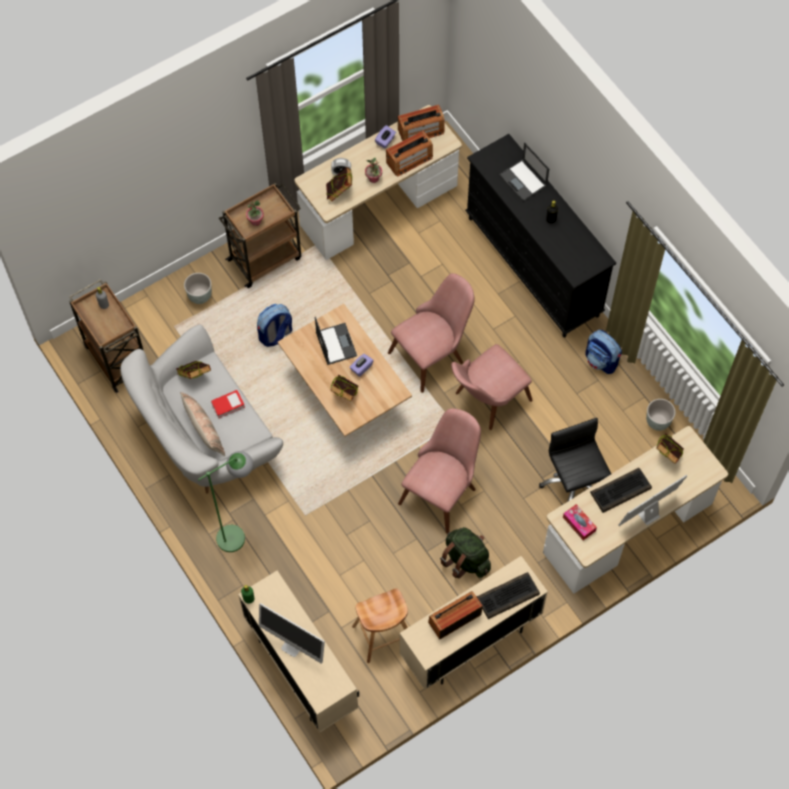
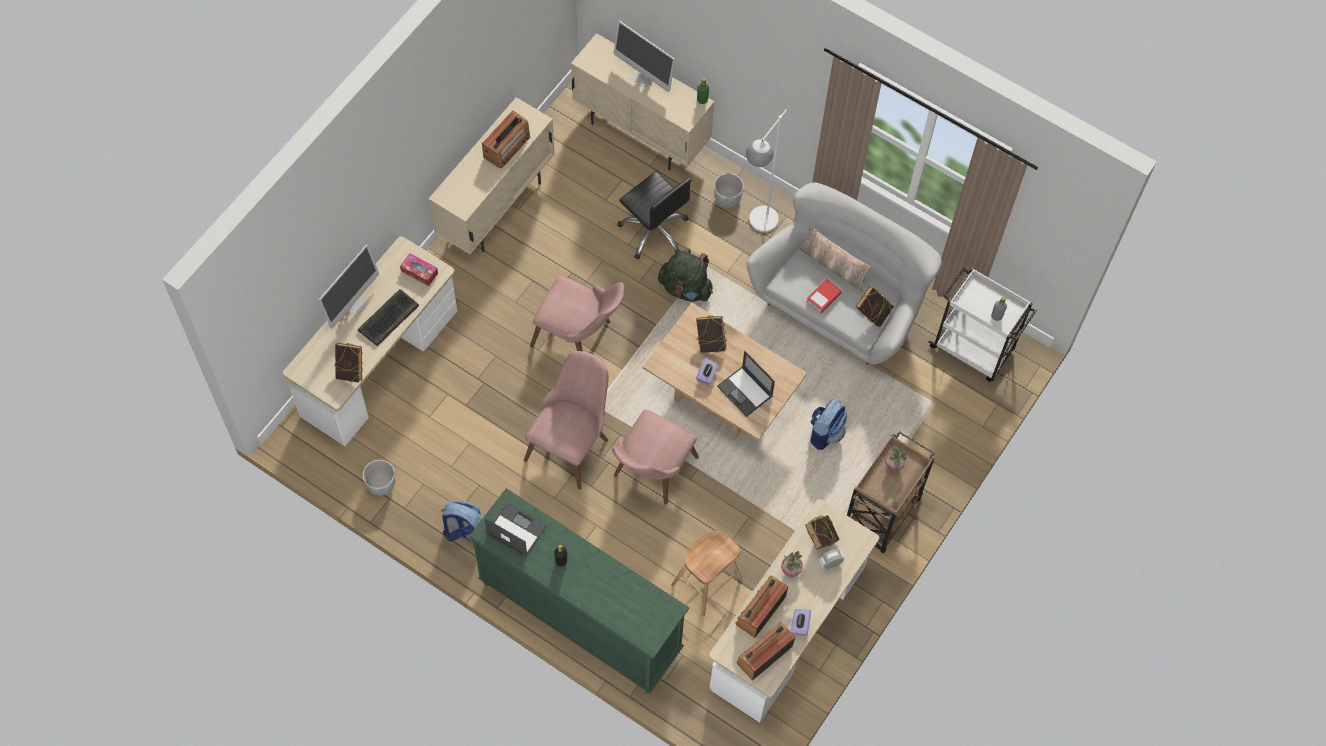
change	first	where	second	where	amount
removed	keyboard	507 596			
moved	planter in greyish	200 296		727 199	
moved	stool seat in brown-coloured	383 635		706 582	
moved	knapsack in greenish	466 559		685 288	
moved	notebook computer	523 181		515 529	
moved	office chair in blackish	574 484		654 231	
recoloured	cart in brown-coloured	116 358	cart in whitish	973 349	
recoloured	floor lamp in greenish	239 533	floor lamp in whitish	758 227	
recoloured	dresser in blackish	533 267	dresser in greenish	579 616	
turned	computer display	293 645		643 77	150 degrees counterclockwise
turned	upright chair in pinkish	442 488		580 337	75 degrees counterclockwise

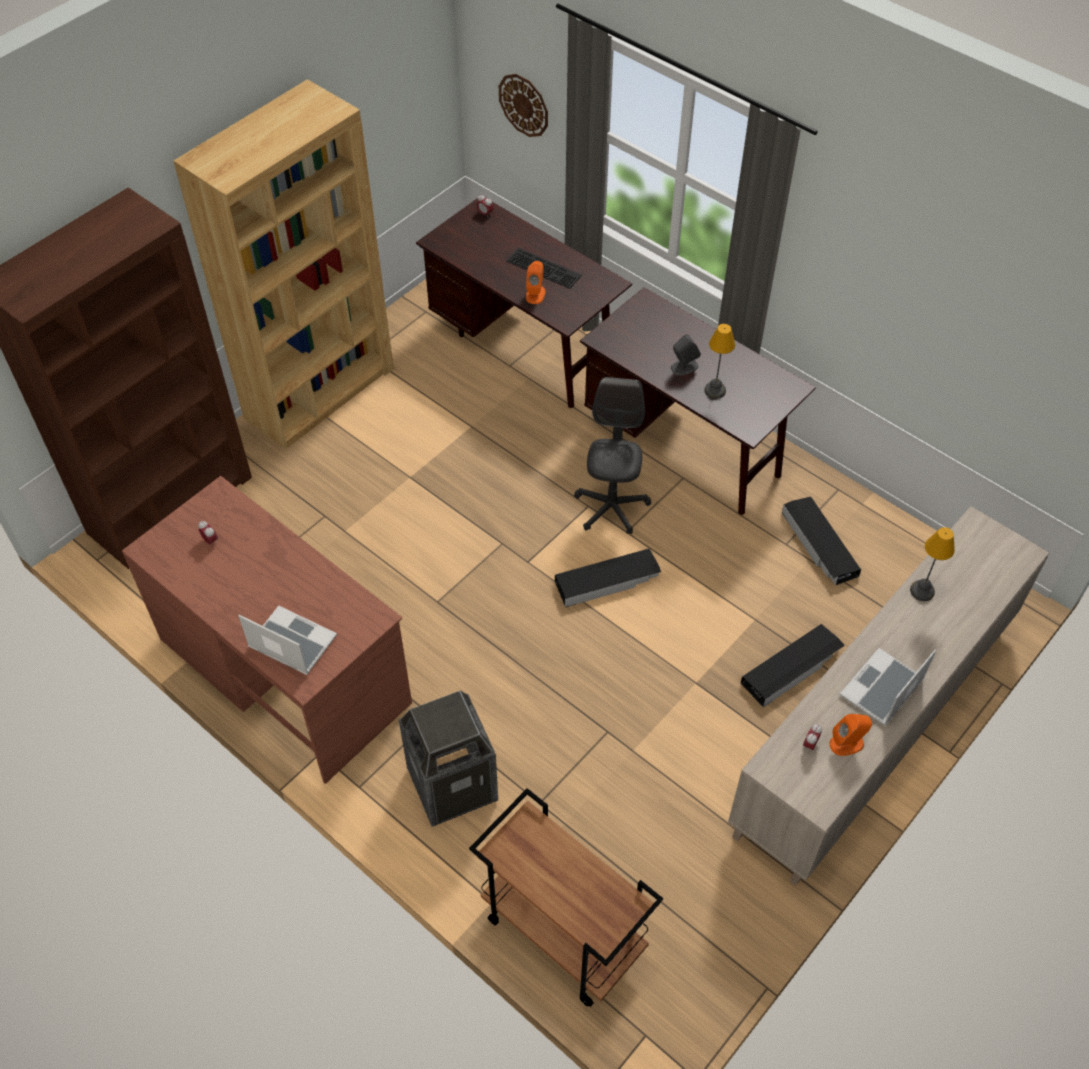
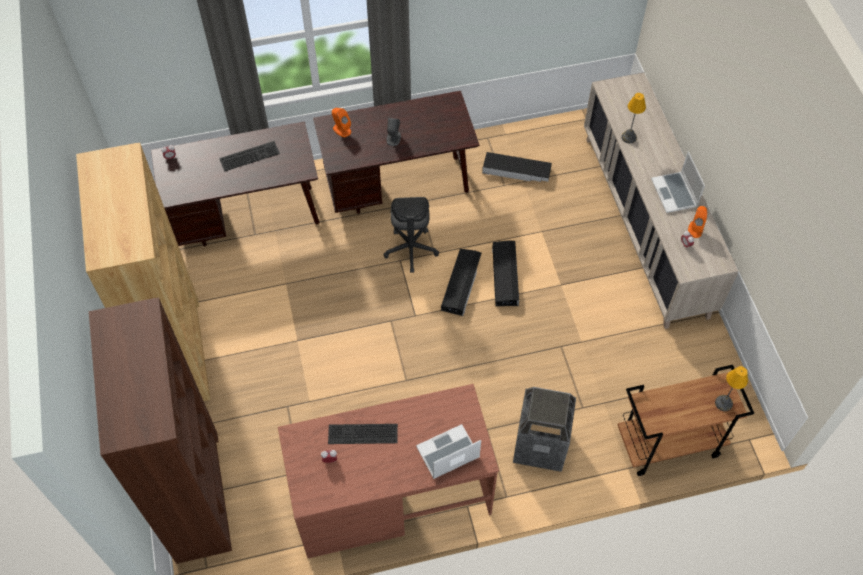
change	first	where	second	where	amount
removed	wall clock	524 105			
added			keyboard	362 435	
moved	audio speaker in orange-coloured	535 294		341 129	
moved	tabletop lamp	715 390		723 402	
moved	storage container in blackish	792 668		505 275	
turned	office chair in greyish	611 507		411 250	135 degrees counterclockwise

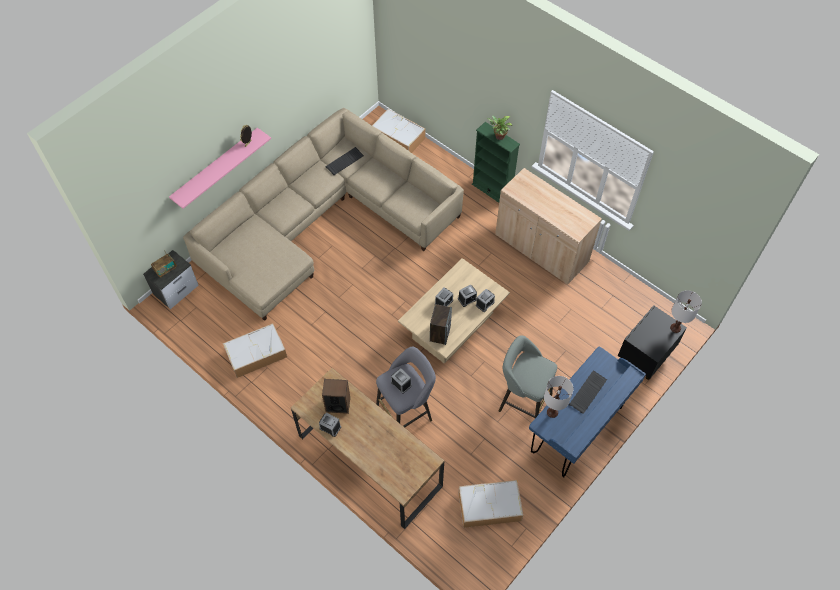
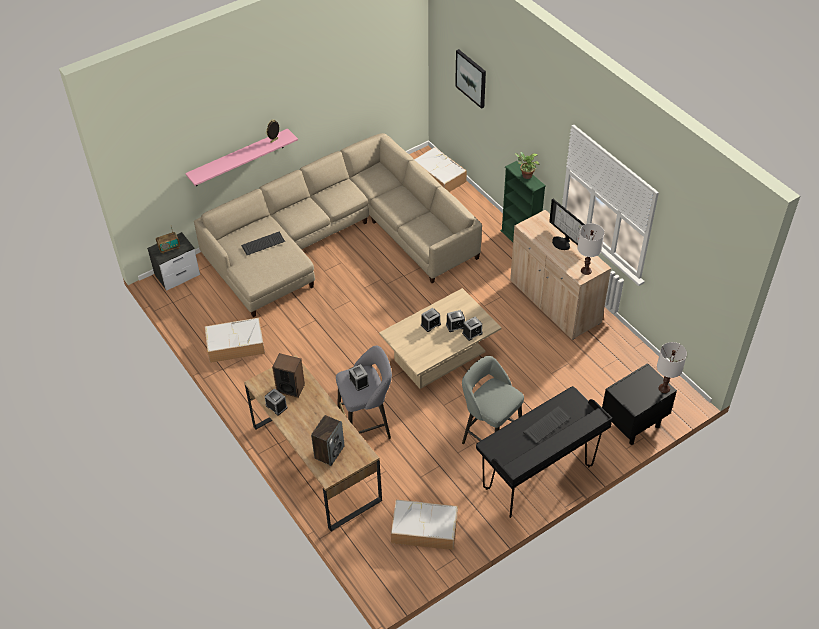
change	first	where	second	where	amount
added			wall picture	471 78	
added			computer display	563 242	
moved	keyboard	344 162		263 244	
moved	audio speaker	440 333		329 452	
moved	tabletop lamp in whitish	552 412		586 271	
recoloured	desk unit in blue-coloured	576 431	desk unit in blackish	538 478	

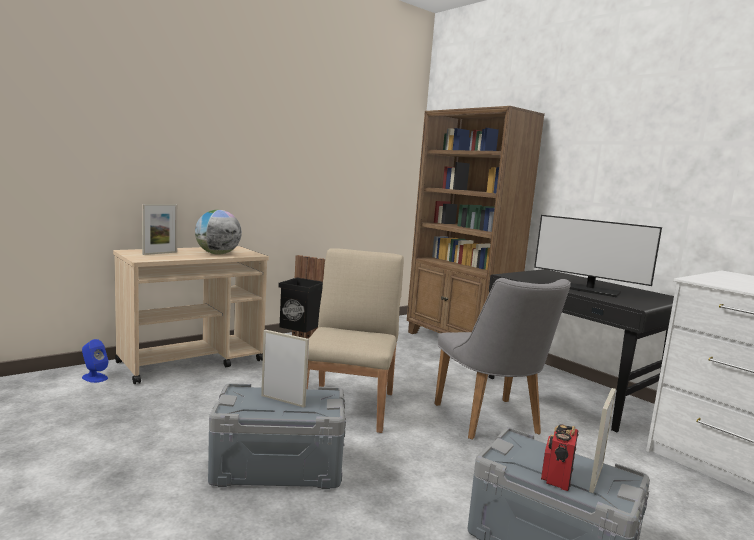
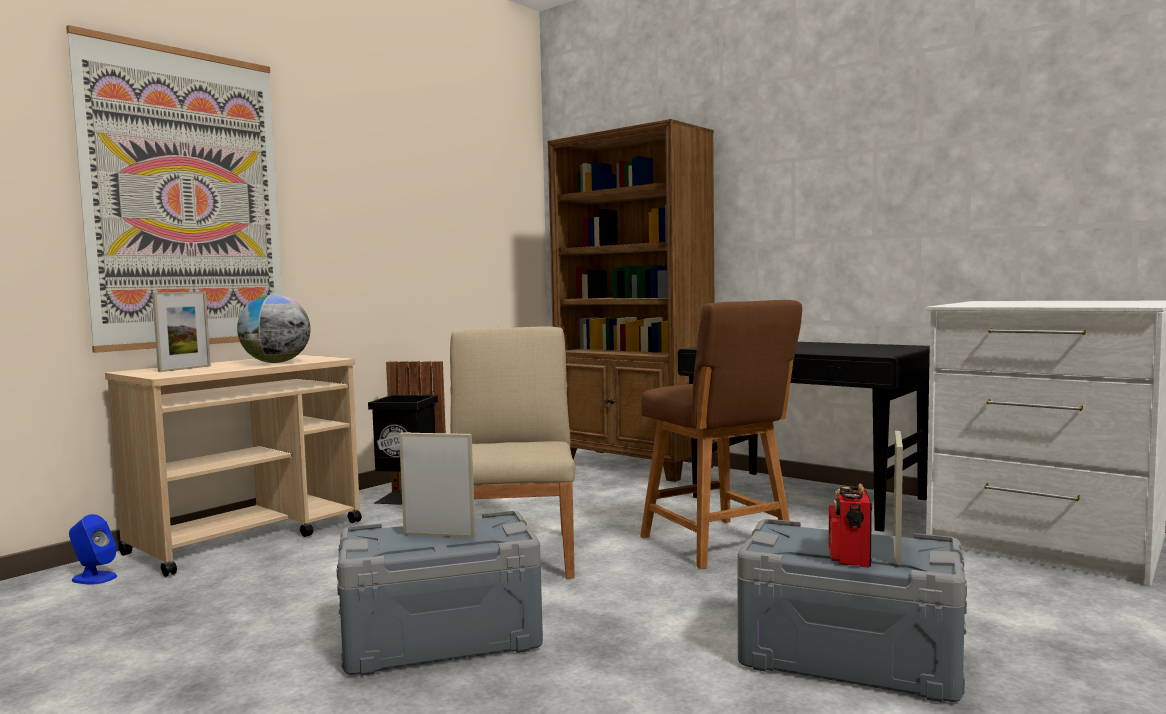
change	first	where	second	where	amount
removed	computer display	588 290			
added			wall picture	186 199	
replaced	upright chair in greyish	492 422	stool seat in brown-coloured	719 545	

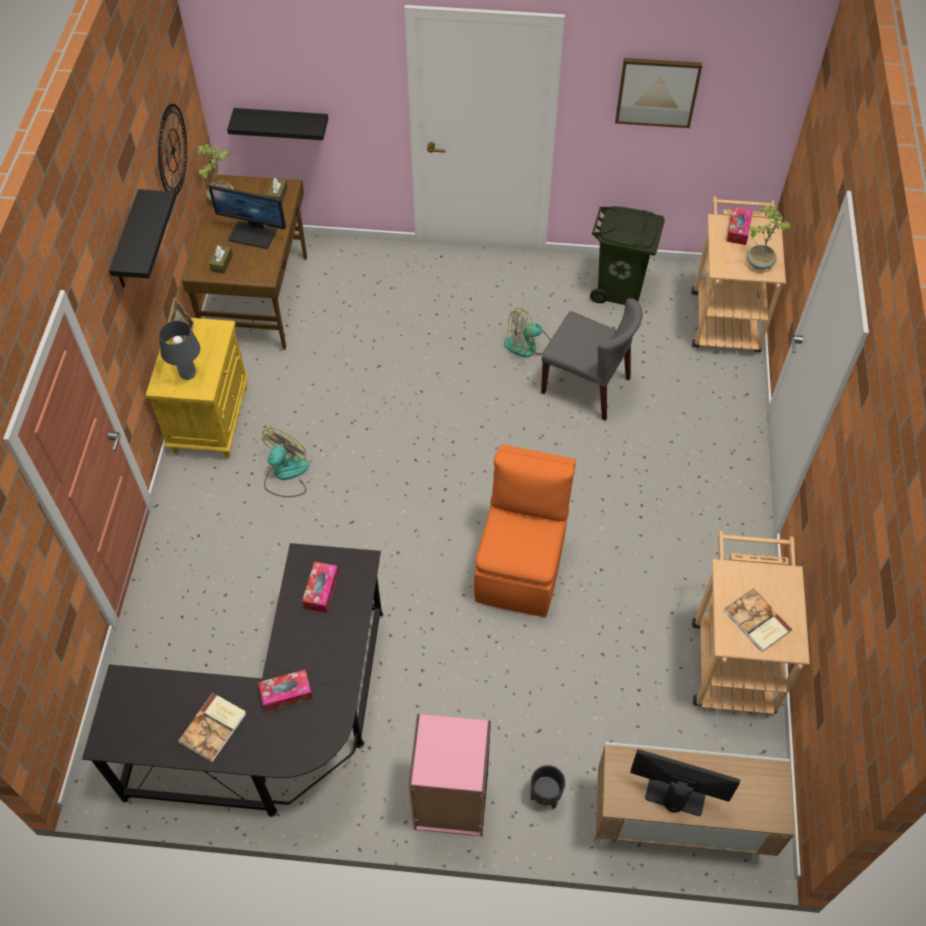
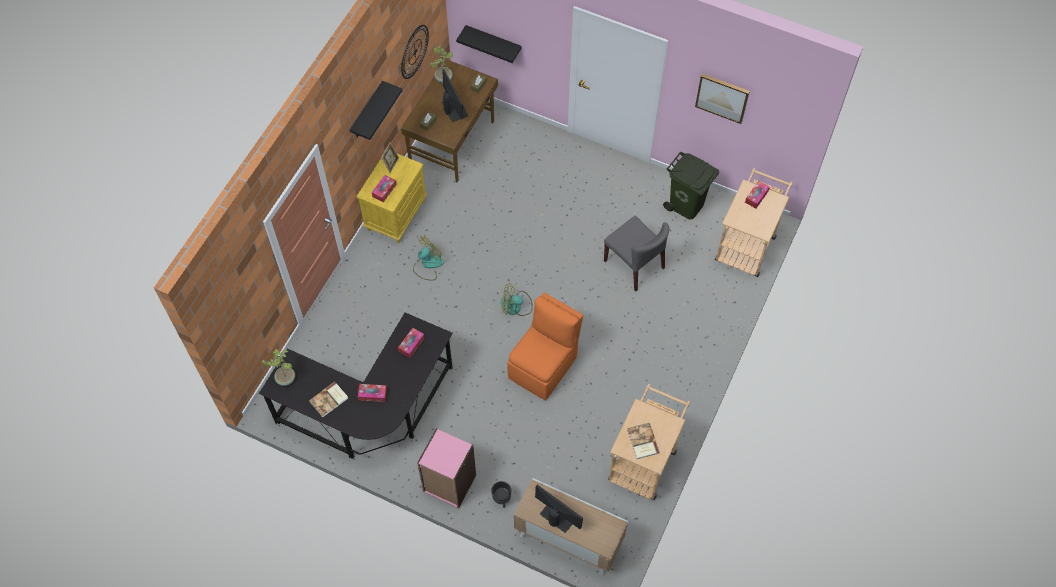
change	first	where	second	where	amount
moved	electric fan	528 345		516 306	
moved	potted plant	758 263		285 378	
replaced	tabletop lamp in greyish	188 374	tissue box	384 190	
turned	computer display	253 234		454 109	150 degrees counterclockwise

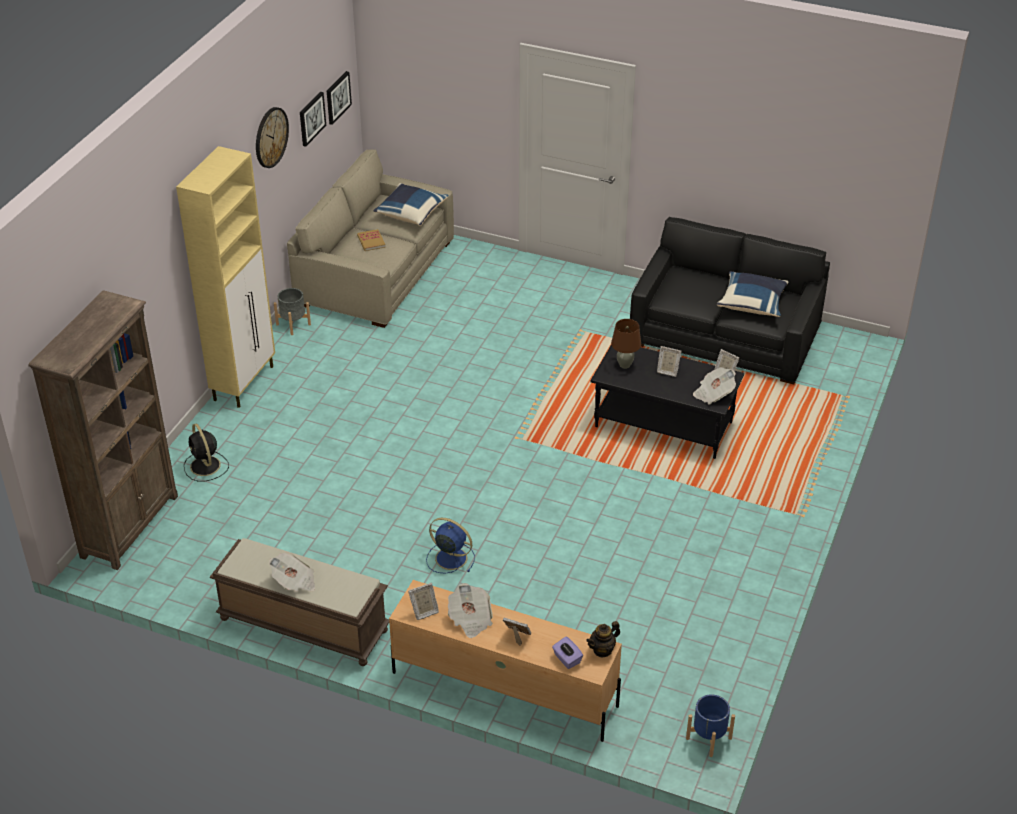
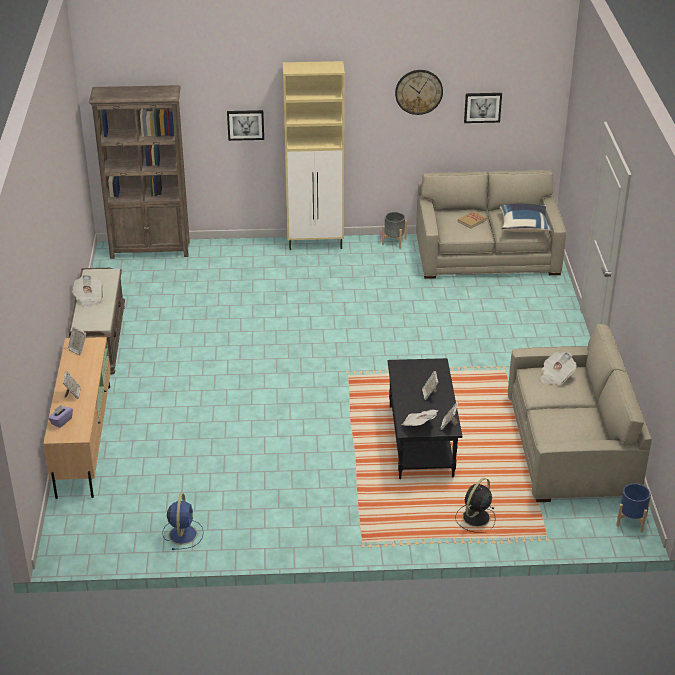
change	first	where	second	where	amount
removed	pot for tea	602 650			
removed	tabletop lamp in brown-coloured	625 365			
removed	cushion in blue-coloured	752 304			
moved	electric fan in blackish	206 467		475 518	
moved	wall picture	337 97		245 124	
moved	electric fan in blue-coloured	450 558		183 533	
moved	daily paper	470 619		556 376	
moved	planter in blue-coloured	708 738		631 520	
recoloured	couch in blackish	726 334	couch in beige	572 445	

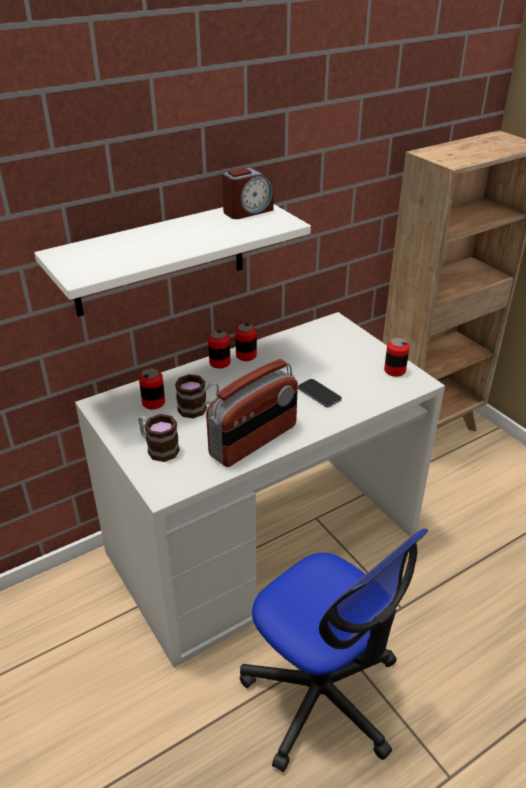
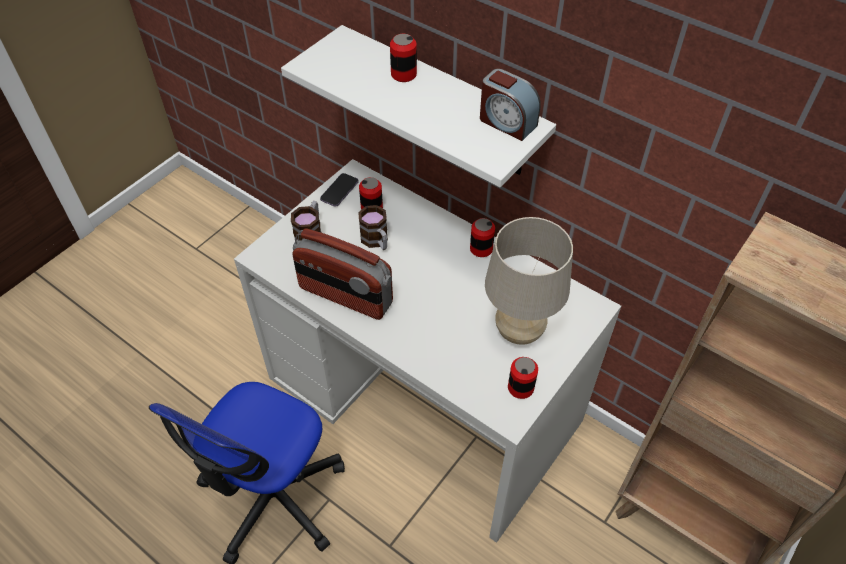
change	first	where	second	where	amount
added			tabletop lamp in beige	519 332	
moved	can	219 363		403 74	
moved	phone	319 394		339 191	

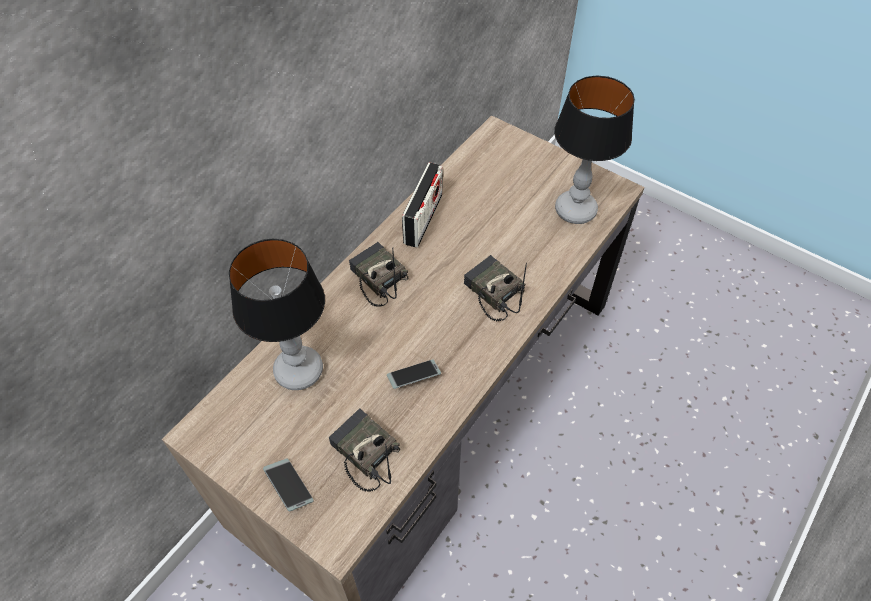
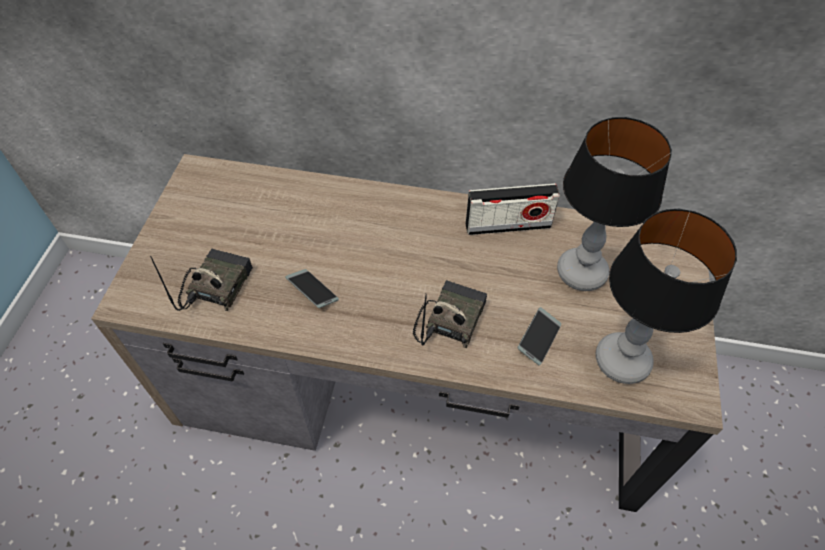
change	first	where	second	where	amount
removed	radio receiver	377 278			
moved	tabletop lamp	298 369		582 272	
moved	phone	289 486		538 339	

